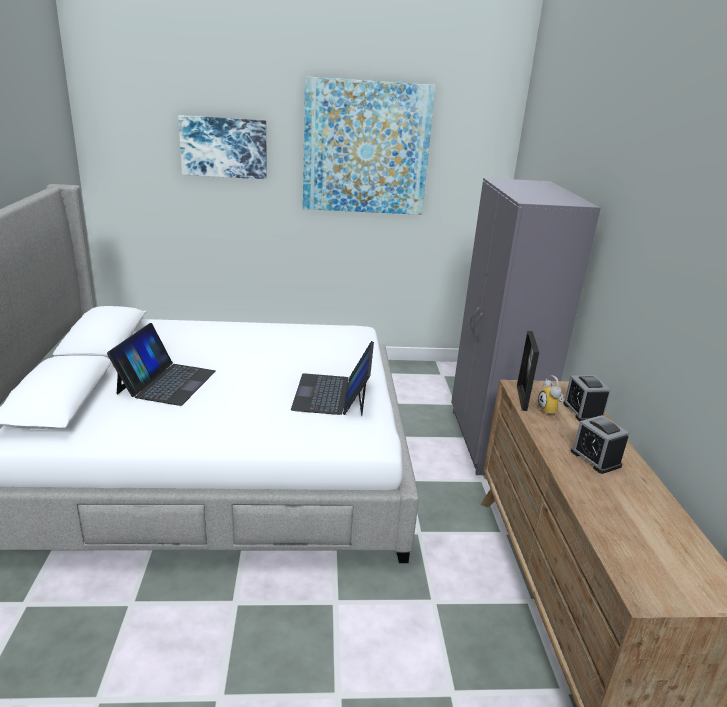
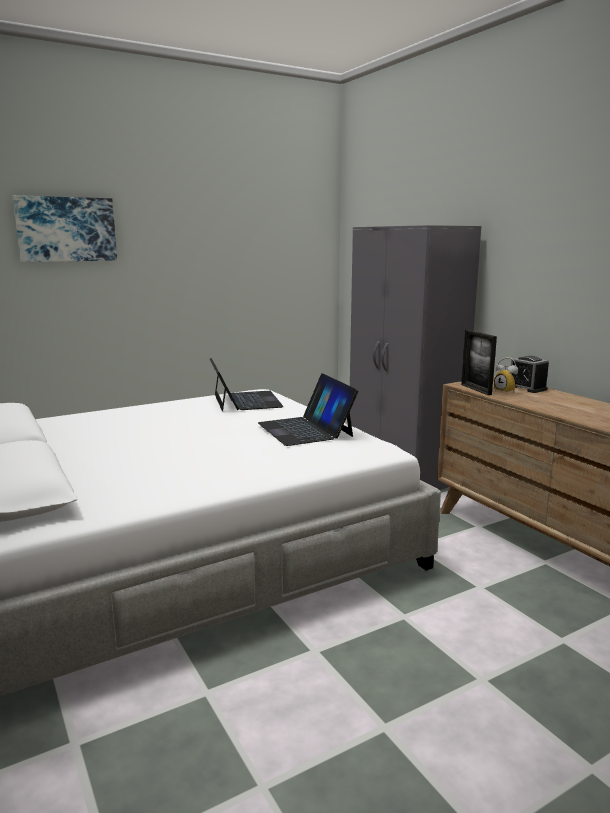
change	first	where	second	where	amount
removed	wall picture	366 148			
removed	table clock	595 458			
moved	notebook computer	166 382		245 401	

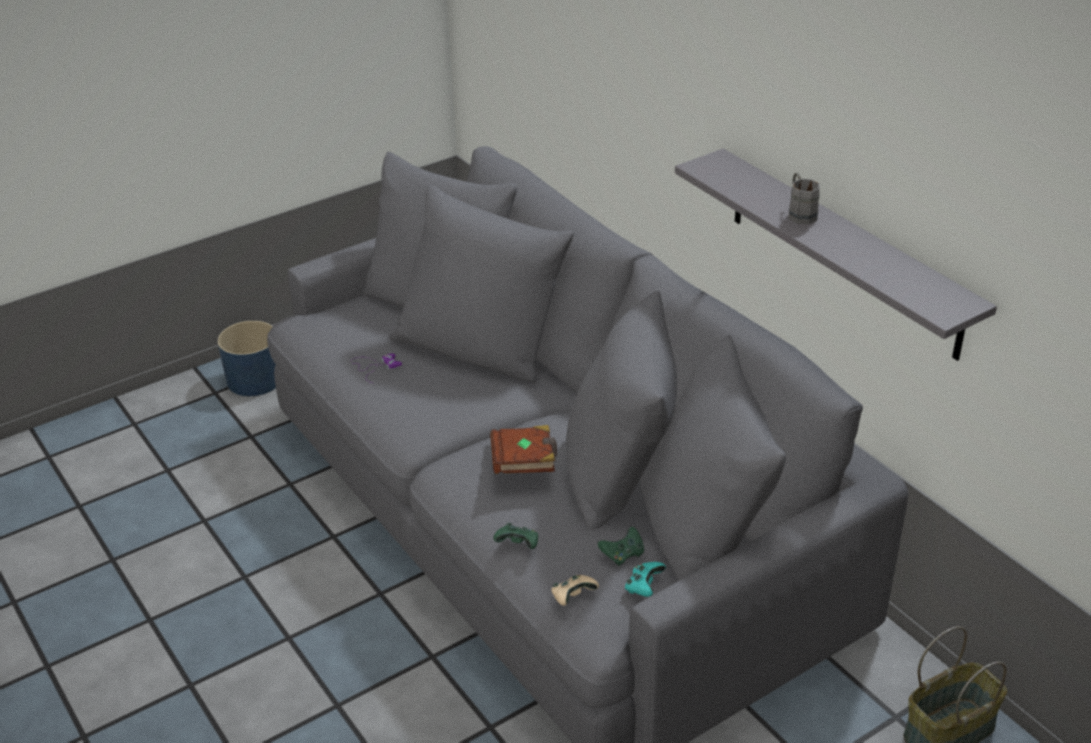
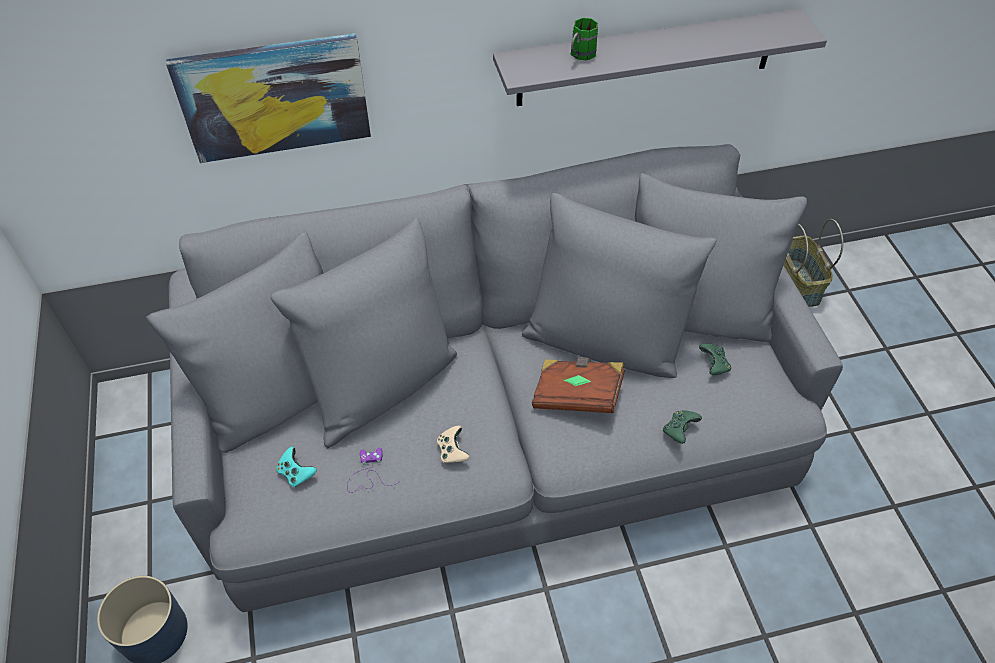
change	first	where	second	where	amount
removed	coffee mug in greyish	800 213			
added			wall picture	274 97	
added			coffee mug in greenish	580 56	
moved	gamepad in beige	573 597		452 451	
moved	gamepad in blue-green	644 587		296 473	

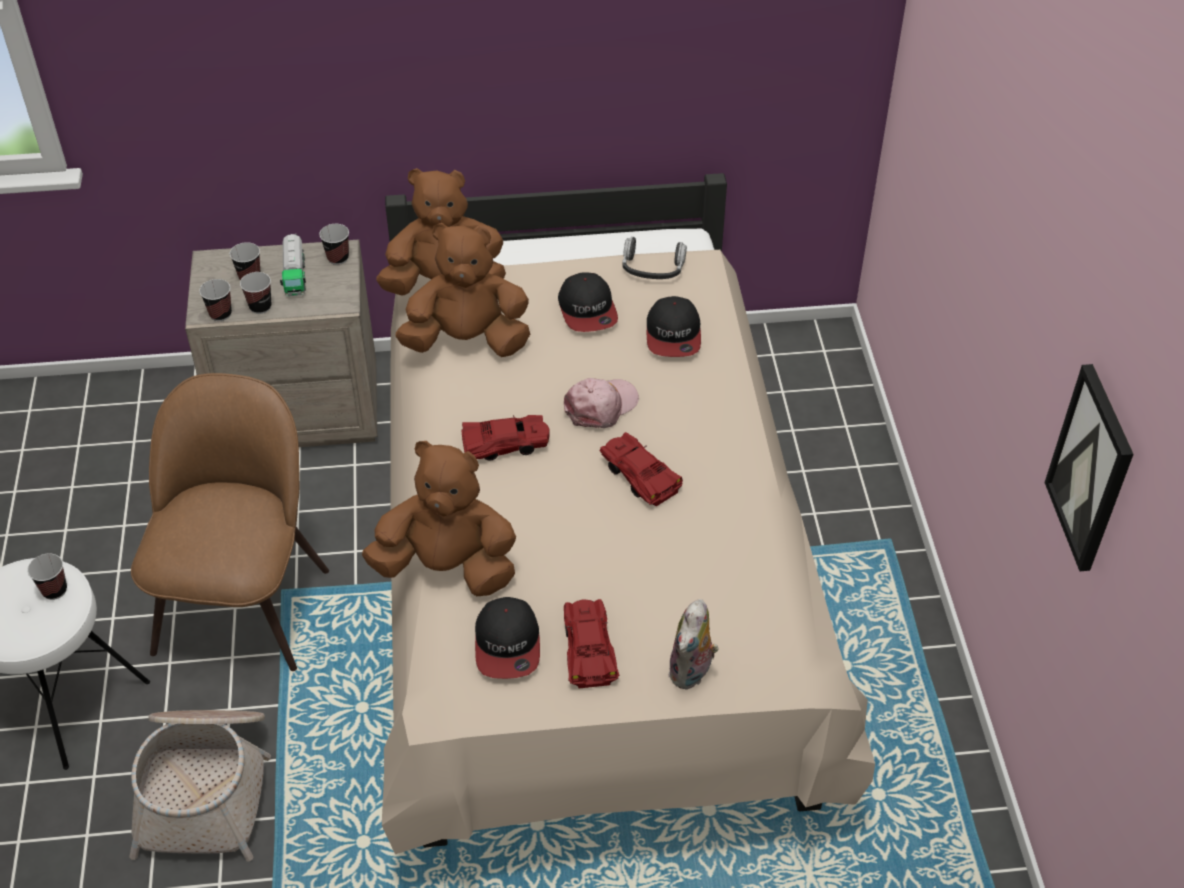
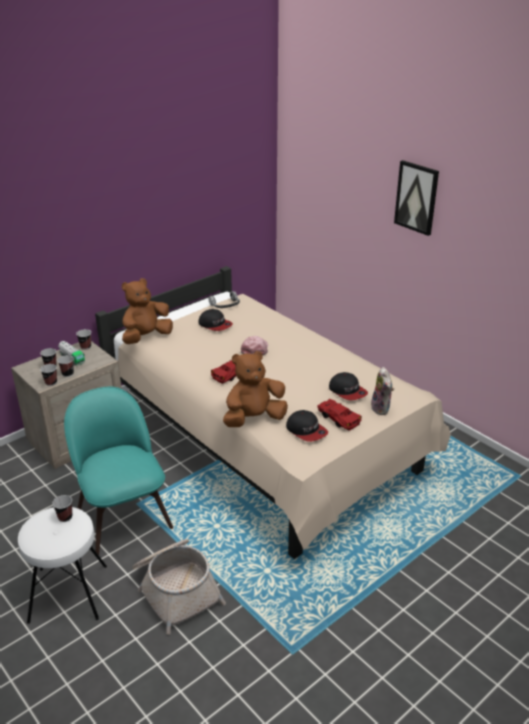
change	first	where	second	where	amount
removed	cuddly toy in brown-coloured	467 341			
removed	miniature car in red-coloured	639 475			
moved	baseball cap	673 335		348 391	
moved	wall picture	1091 468		416 197	
recoloured	upright chair in brown-coloured	244 603	upright chair in blue-green	123 516	

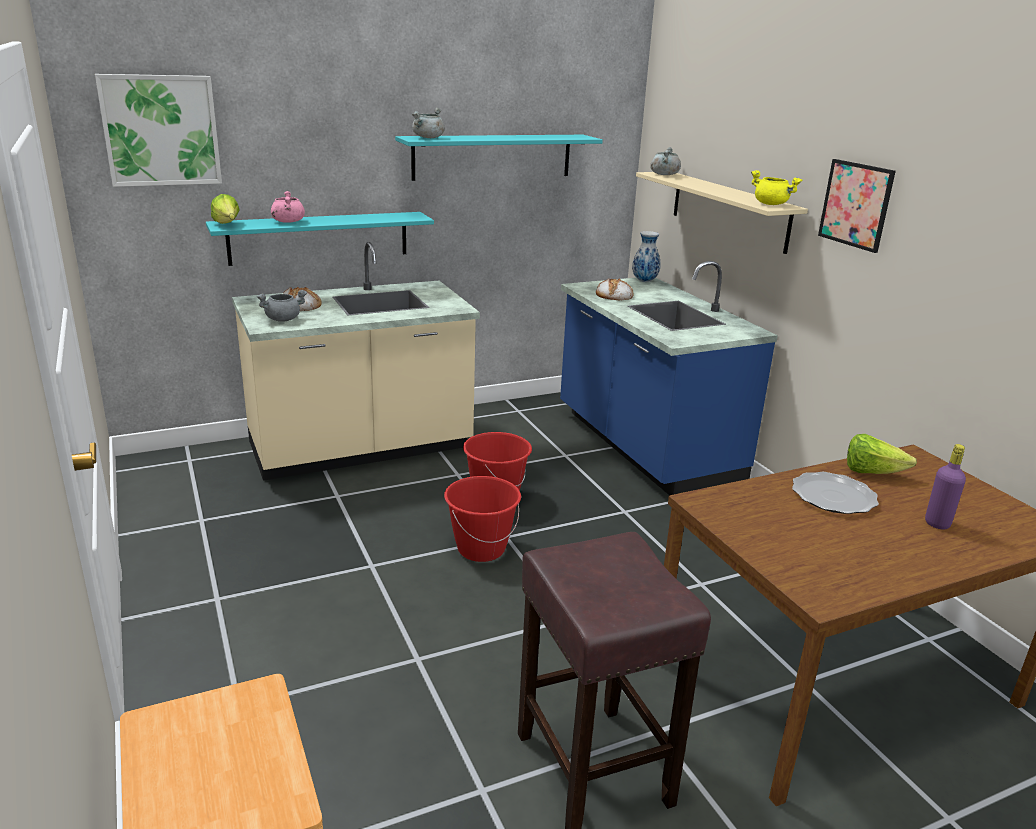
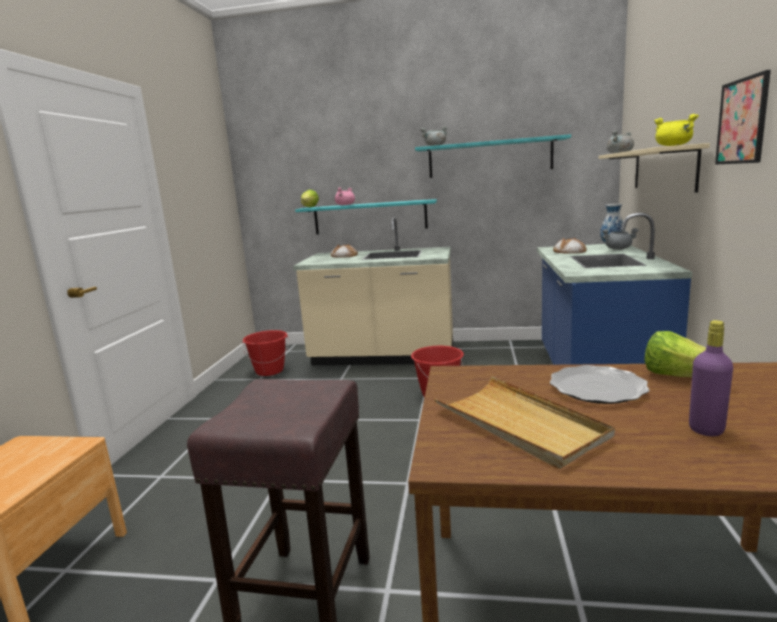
change	first	where	second	where	amount
removed	wall picture	161 130			
added			serving tray in beige	519 424	
moved	saucepot in greyish	283 319		618 249	
moved	pail in red-coloured	481 549		269 371	

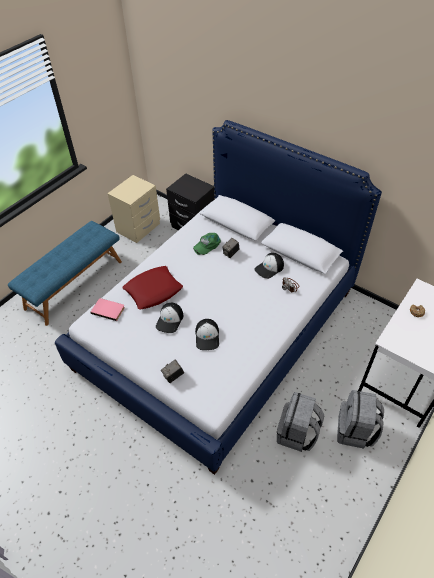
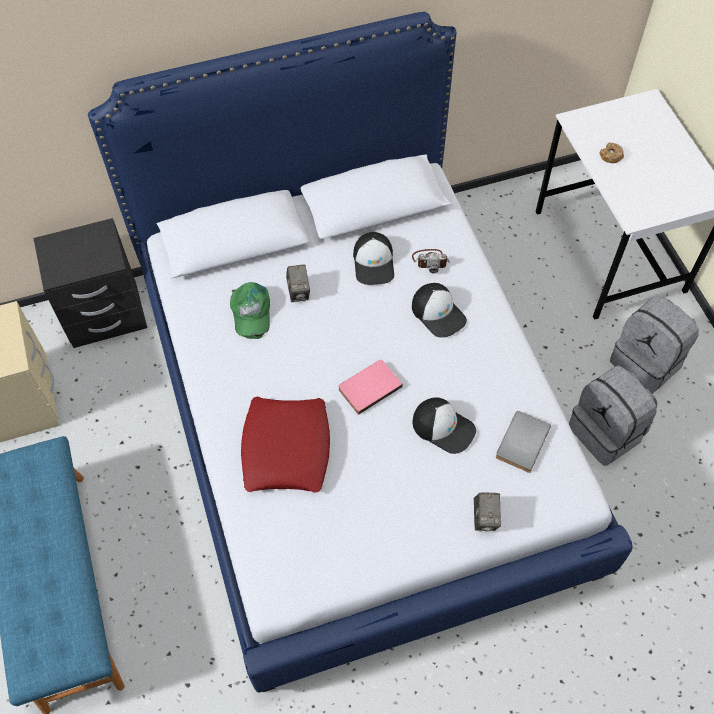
change	first	where	second	where	amount
added			bound book in greyish	520 441	
moved	bound book in pinkish	108 309		368 386	
moved	baseball cap	170 320		438 313	

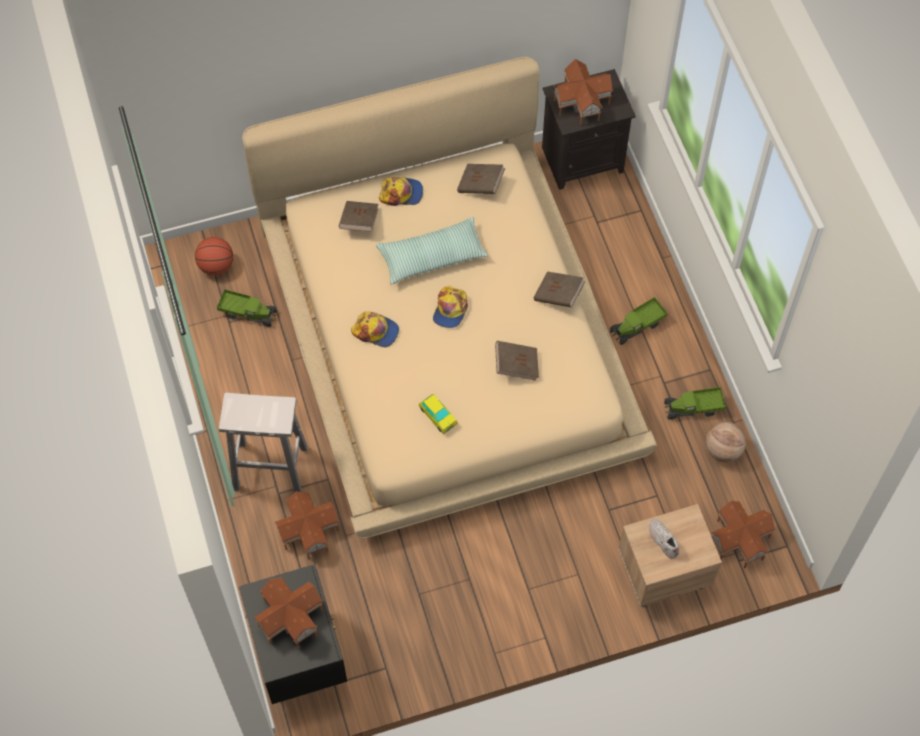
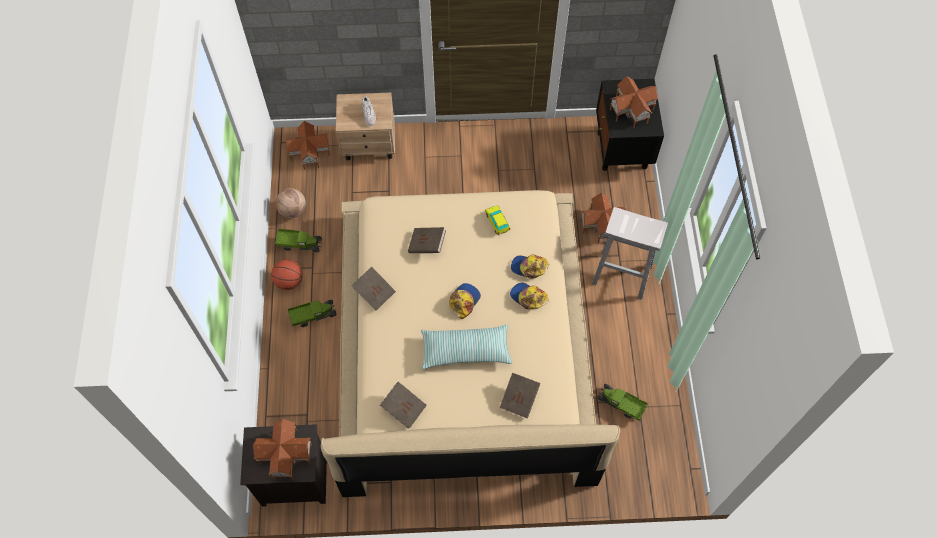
change	first	where	second	where	amount
moved	ball for basketball	216 266		289 281	
moved	baseball cap	401 193		529 267	

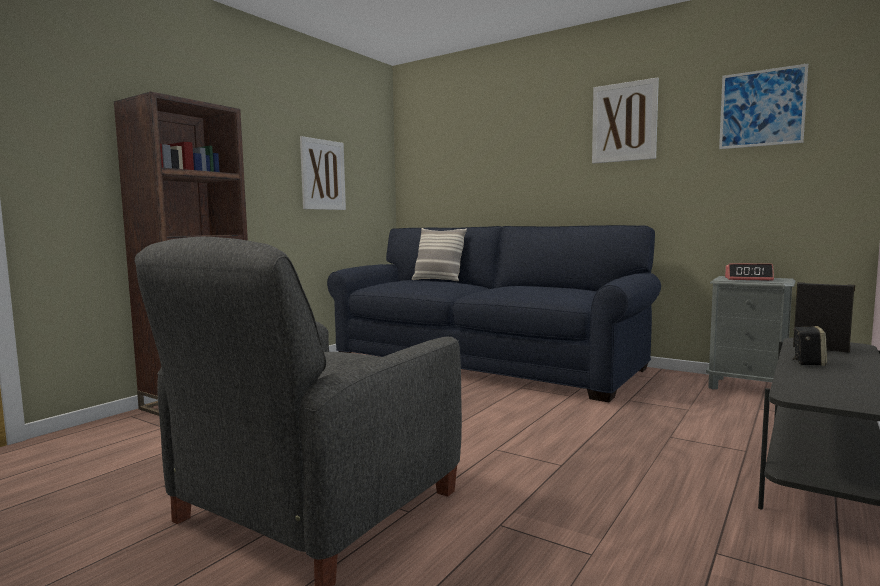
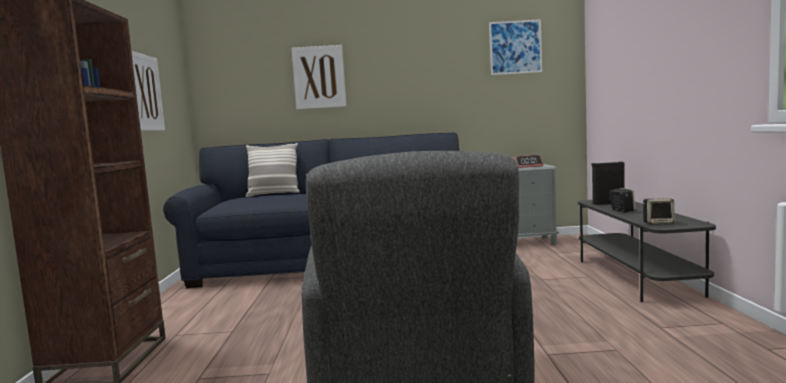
change	first	where	second	where	amount
added			audio speaker	658 223	
moved	wall picture	624 122		319 77	

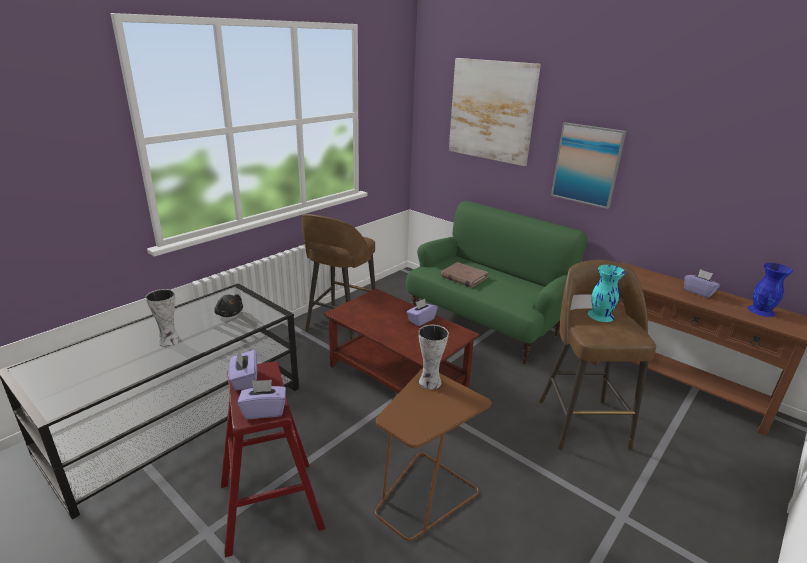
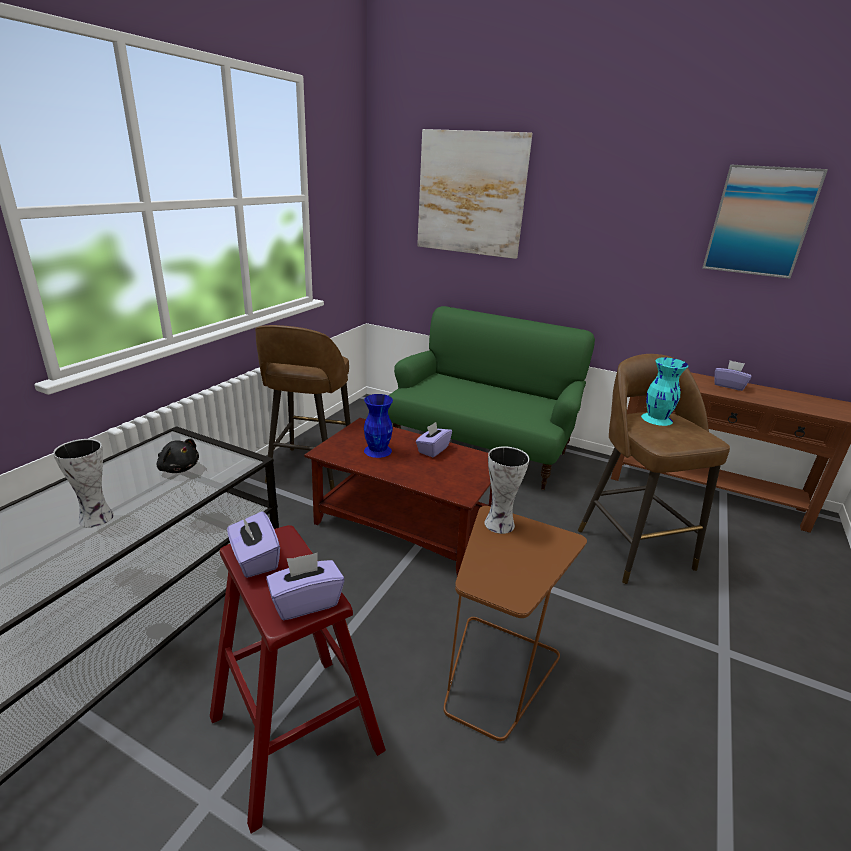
change	first	where	second	where	amount
removed	bound book in brown-coloured	463 277			
moved	wall picture	587 165		760 221	
moved	flower vase in blue-coloured	761 311		378 450	

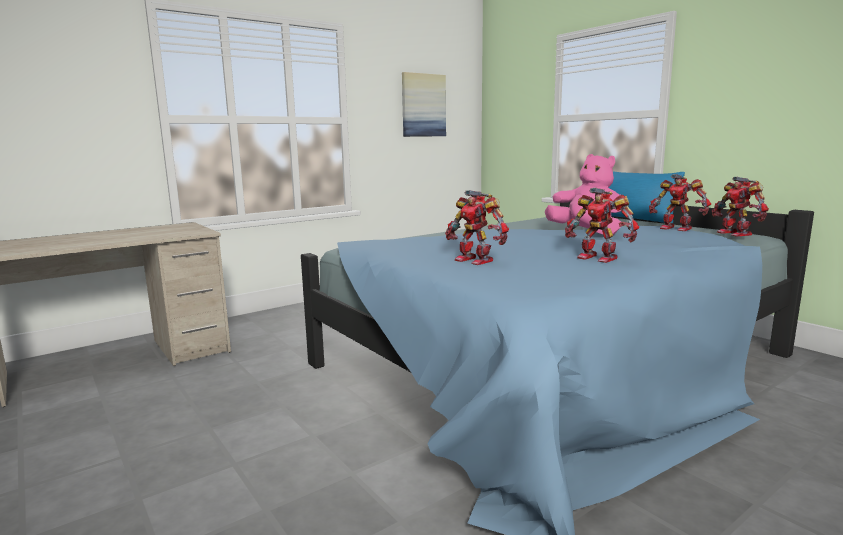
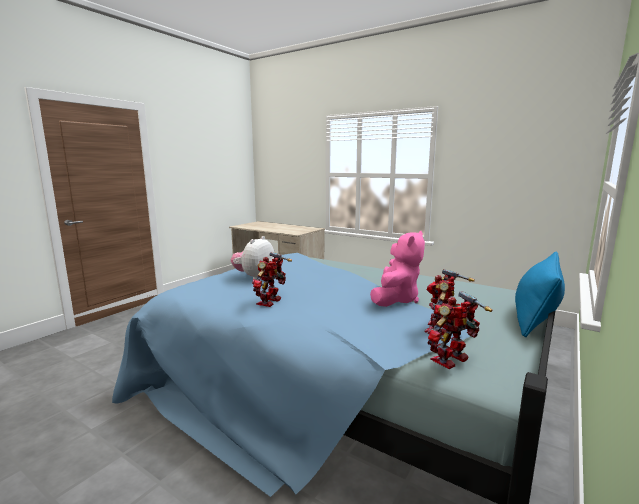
change	first	where	second	where	amount
removed	wall picture	423 105			
replaced	toy robot	475 260	cuddly toy	254 277	

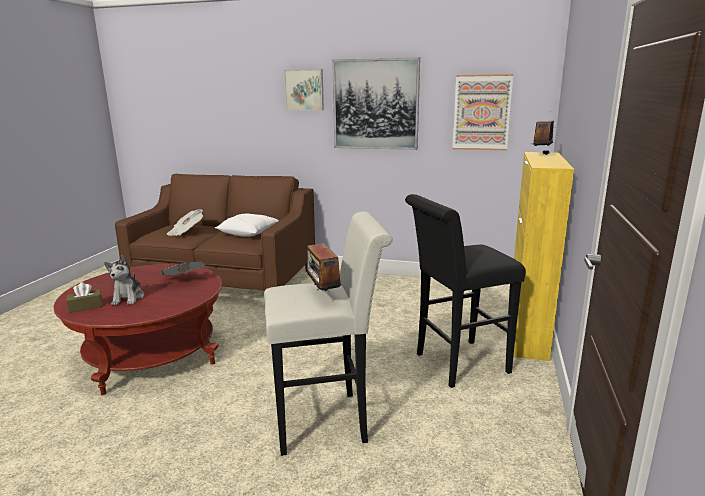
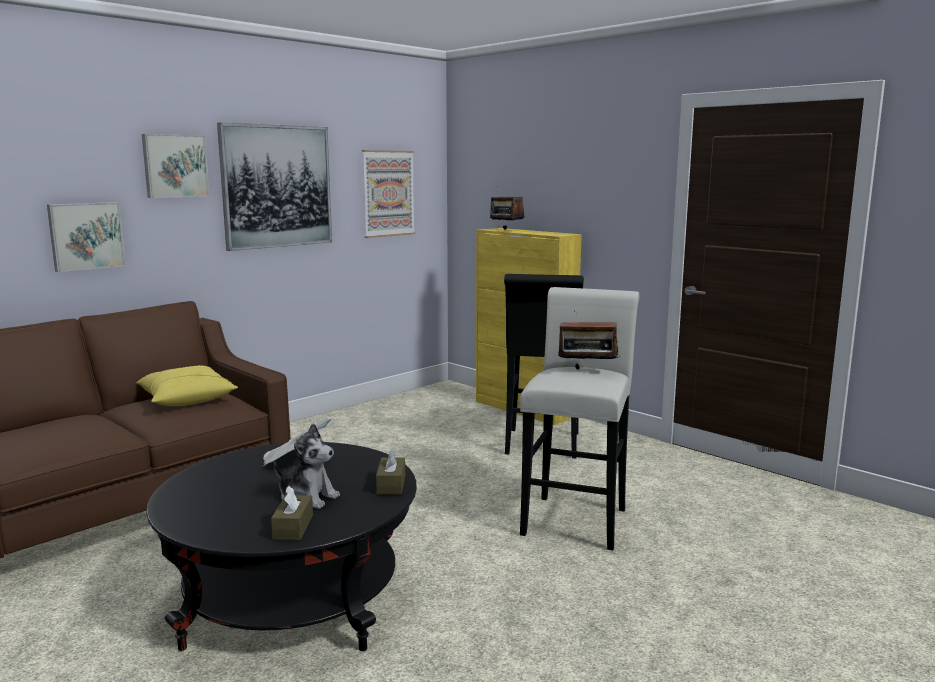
change	first	where	second	where	amount
removed	daily paper	186 232			
added			wall picture	86 236	
added			tissue box in brown-coloured	391 485	
recoloured	lounge table in red-coloured	152 354	lounge table in blackish	293 597	
recoloured	cushion in whitish	249 233	cushion in yellow	187 399	

